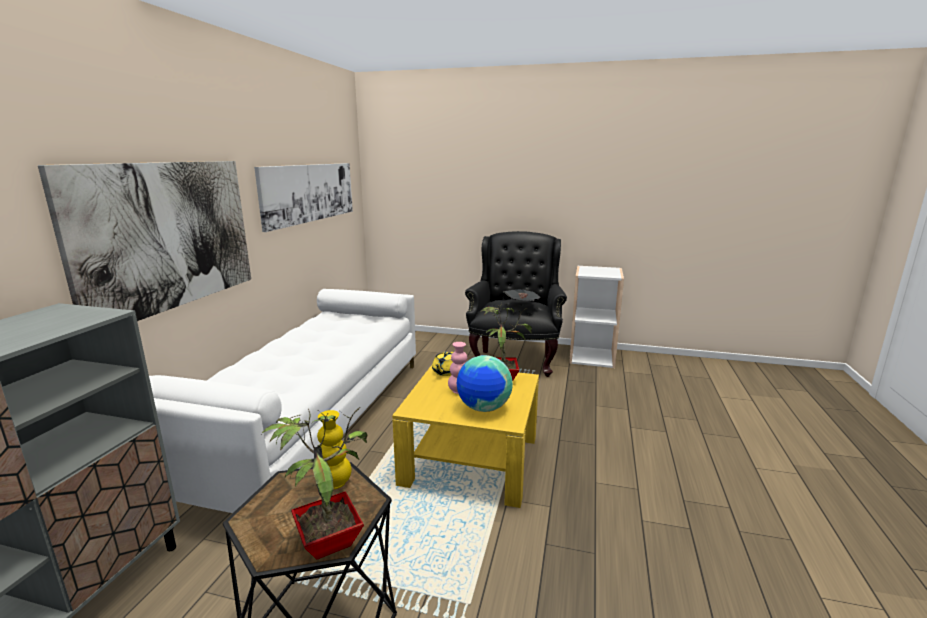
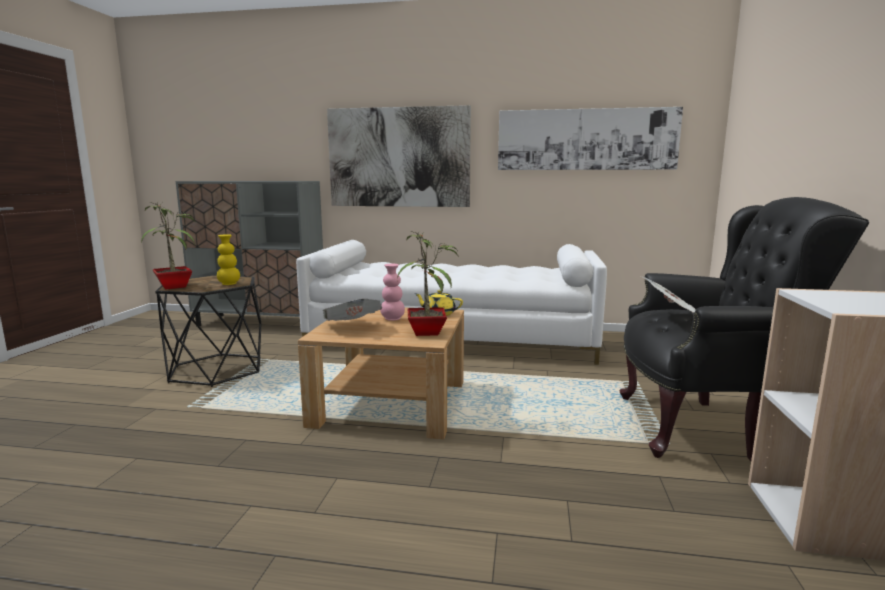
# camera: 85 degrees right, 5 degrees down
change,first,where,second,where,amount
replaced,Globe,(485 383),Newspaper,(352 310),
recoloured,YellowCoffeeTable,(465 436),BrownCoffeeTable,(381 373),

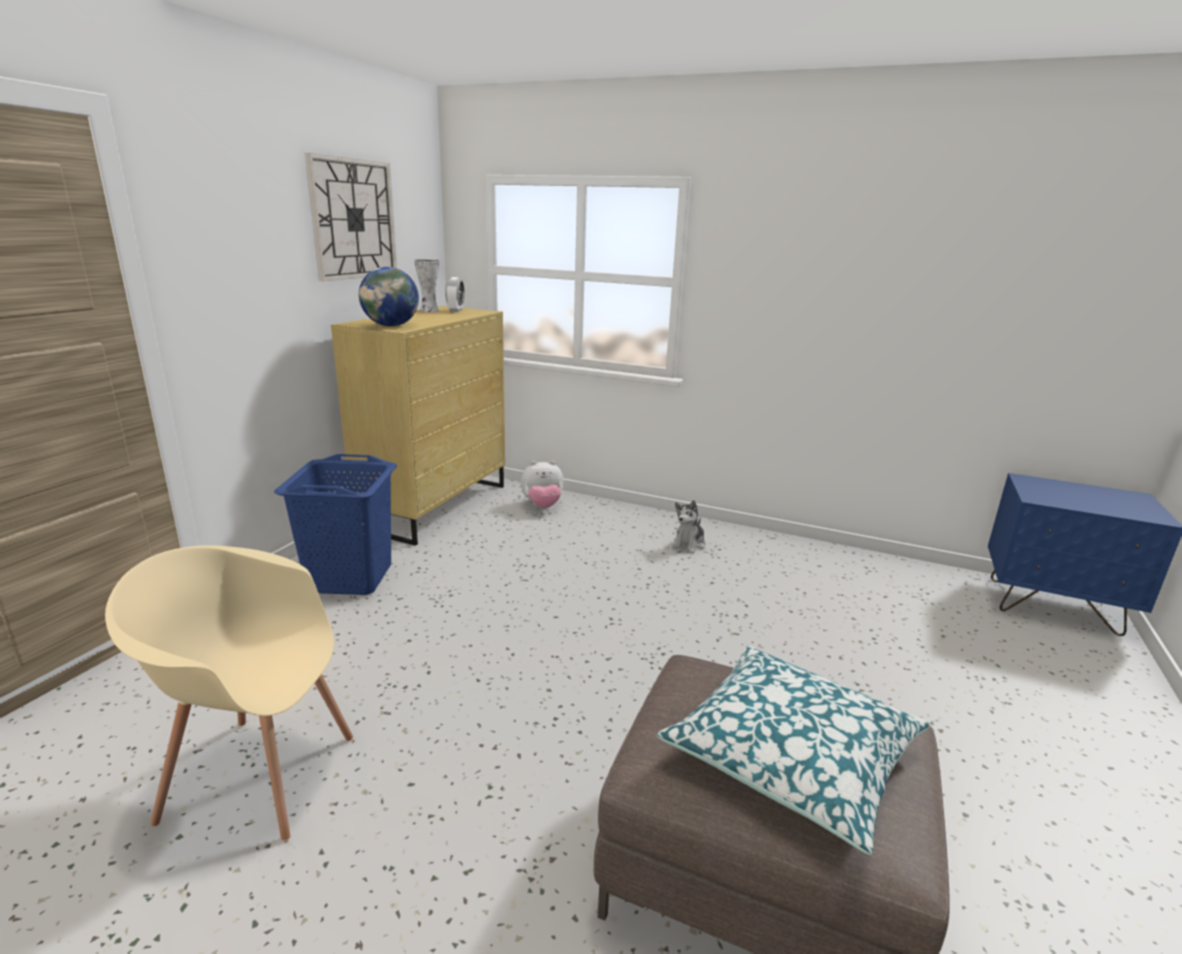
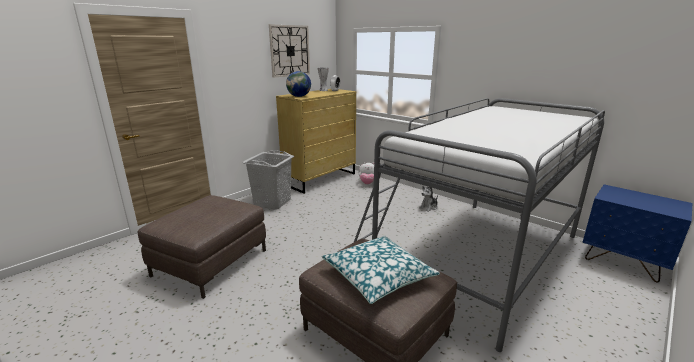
# camera: 20 degrees right, 0 degrees up
change,first,where,second,where,amount
added,,,GreyBed,(479 225),
replaced,BeigeChair,(229 693),BrownOttoman,(201 247),
recoloured,BlueLaundryBasket,(335 524),GreyLaundryBasket,(268 180),

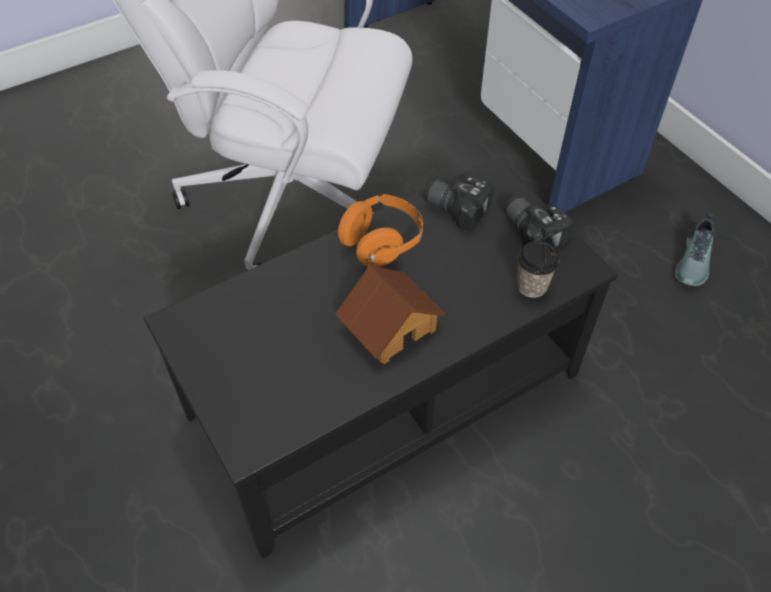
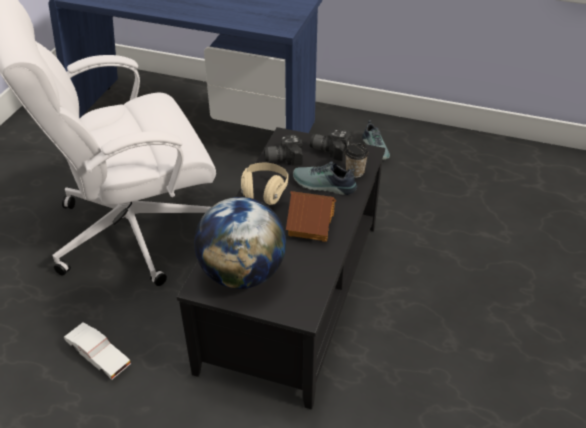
# camera: 40 degrees left, 10 degrees down
change,first,where,second,where,amount
added,,,WhiteToyCar,(97 351),
added,,,Globe,(240 243),
added,,,Shoe,(325 178),
recoloured,OrangeHeadphones,(380 230),BeigeHeadphones,(265 184),

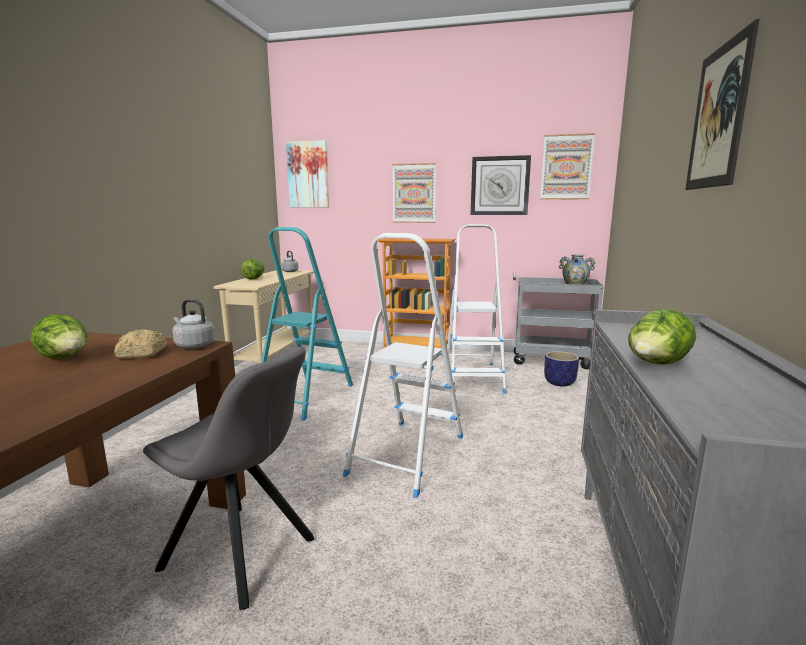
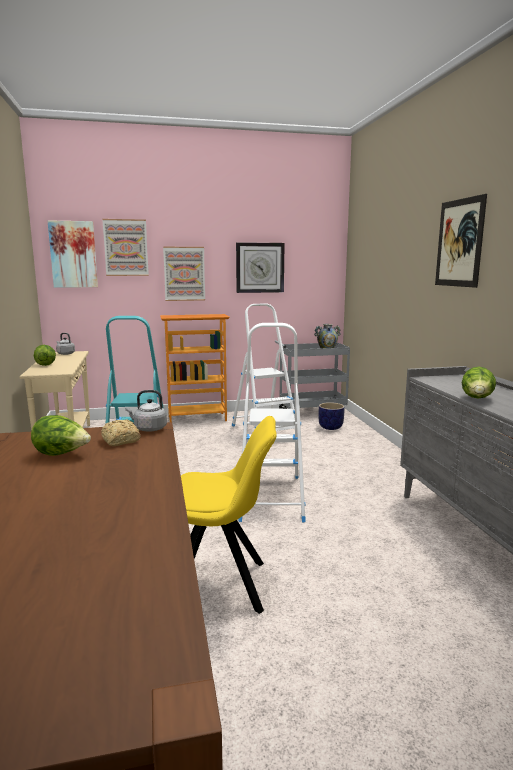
# camera: 25 degrees left, 0 degrees up
change,first,where,second,where,amount
moved,Picture,(567 166),,(125 247),
recoloured,GreyChair,(228 478),YellowChair,(229 515),

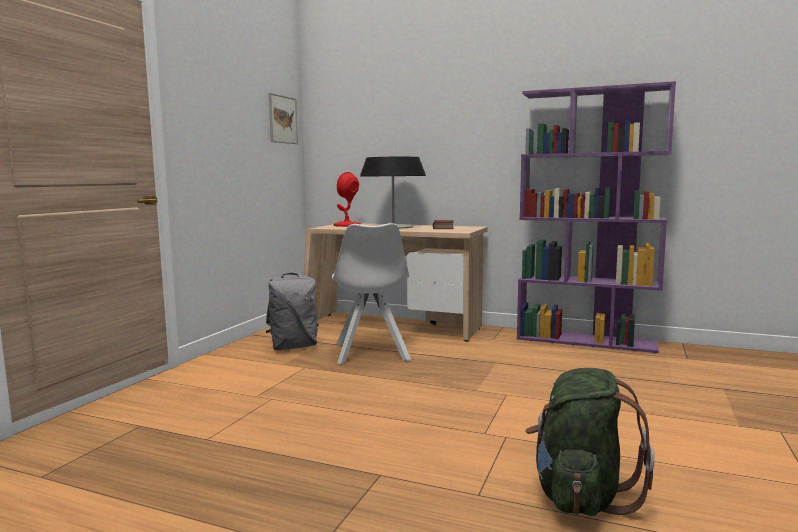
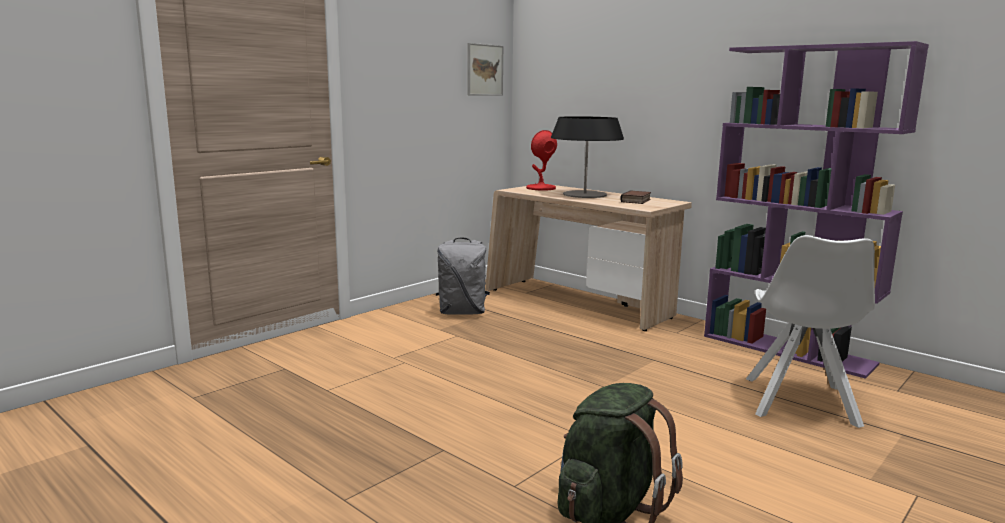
# camera: 20 degrees right, 5 degrees up
change,first,where,second,where,amount
moved,WhiteChair,(371 293),,(810 331),

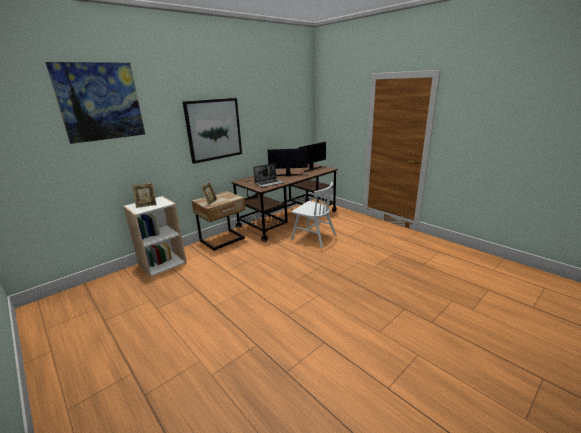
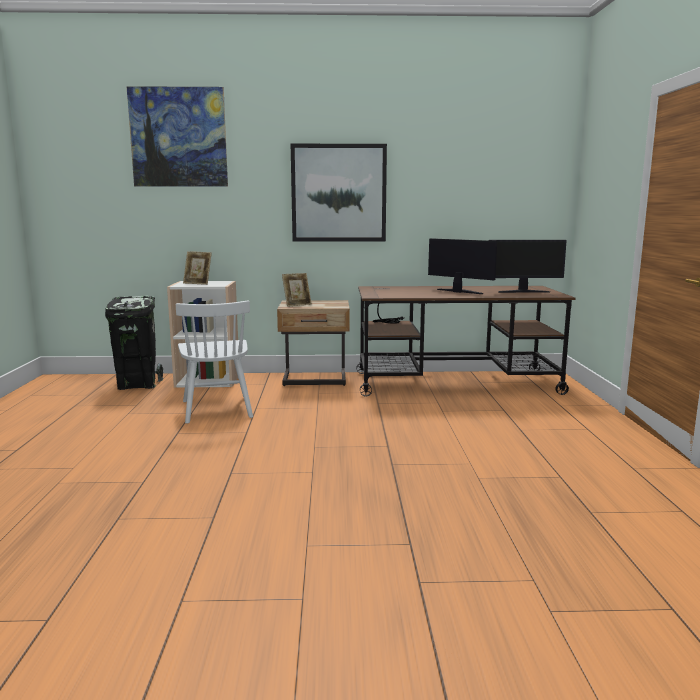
# camera: 40 degrees right, 10 degrees down
change,first,where,second,where,amount
removed,Laptop,(268 175),,,
added,,,BlackTrashCan,(134 343),
moved,WhiteChair,(313 215),,(214 362),

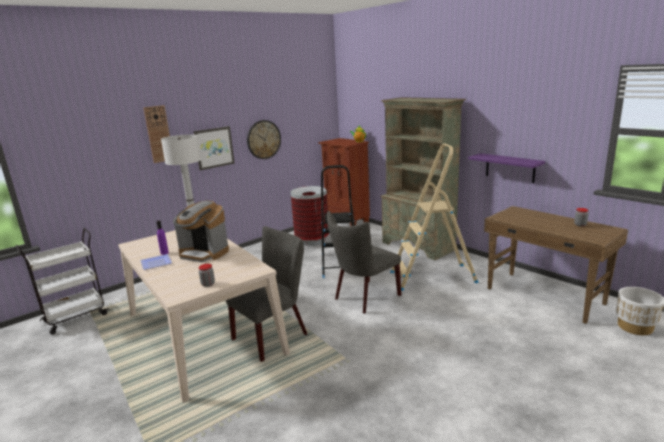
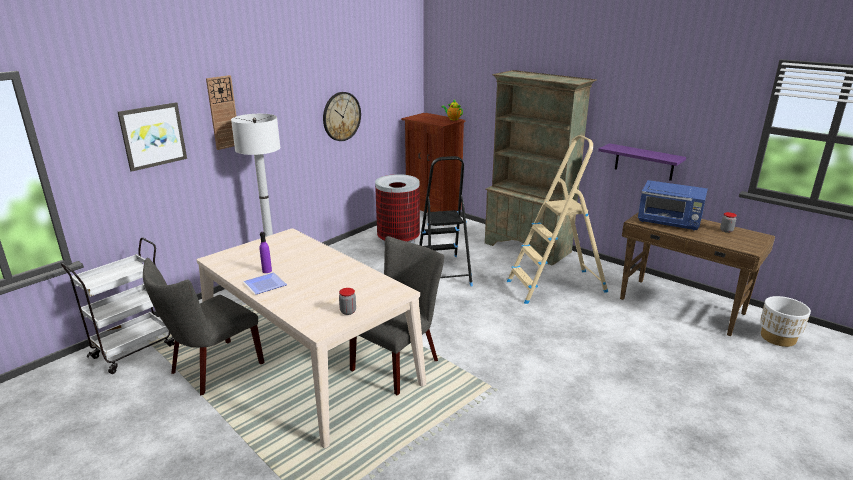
# camera: 10 degrees left, 5 degrees up
change,first,where,second,where,amount
removed,CoffeeMachine,(201 231),,,
added,,,BlueMicrowave,(673 205),
moved,Picture,(214 148),,(152 137),
moved,GreyChair,(364 262),,(204 327),

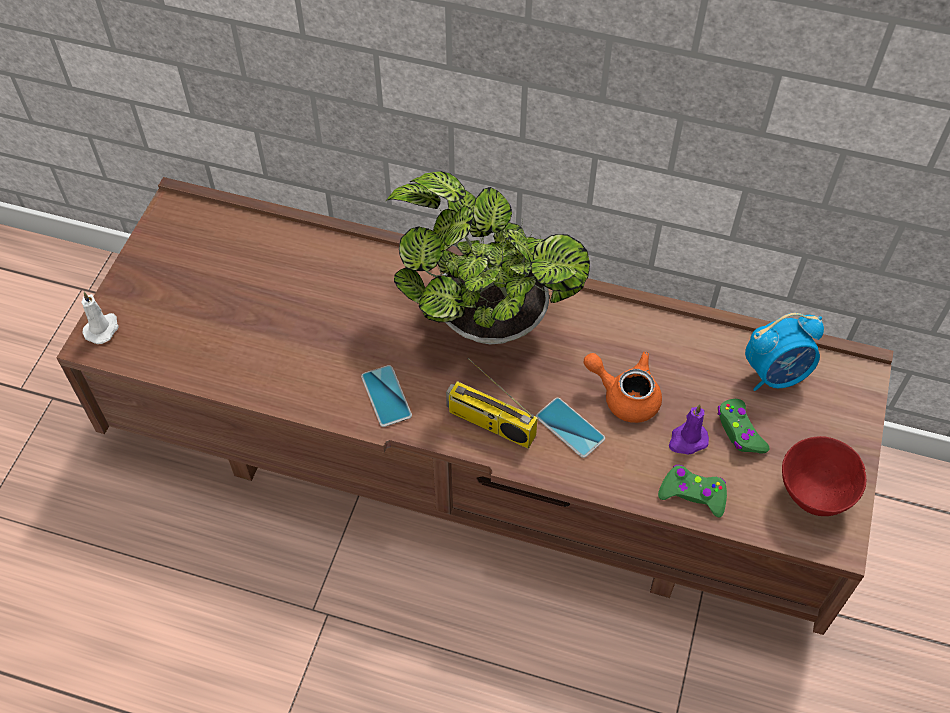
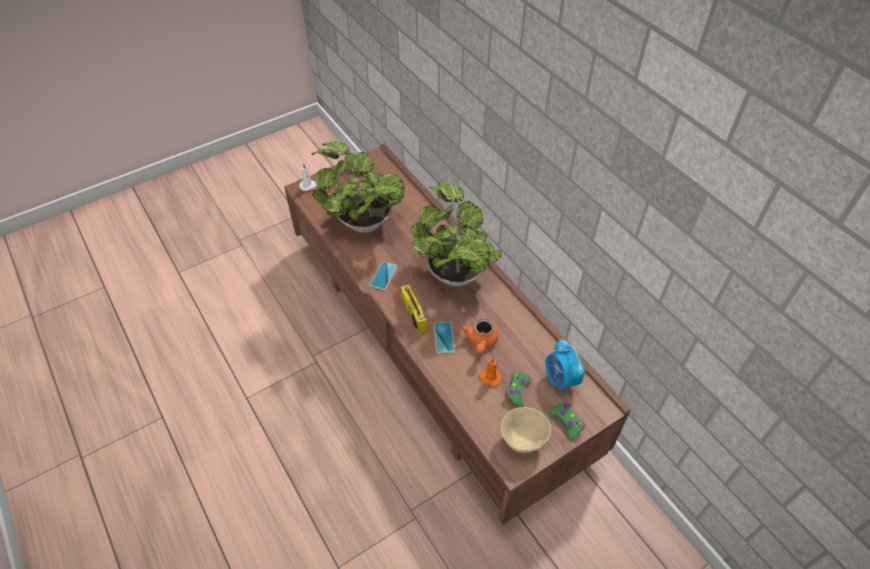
# camera: 40 degrees right, 5 degrees down
change,first,where,second,where,amount
added,,,PottedPlant,(358 187),
moved,GreenGameController,(692 491),,(567 421),
recoloured,PurpleCandle,(689 429),OrangeCandle,(490 372),
recoloured,RedBowl,(824 476),BeigeBowl,(526 430),
turned,OrangeTeapot,(623 387),,(480 336),150 degrees counterclockwise
turned,AlarmClock,(784 352),,(565 367),45 degrees clockwise

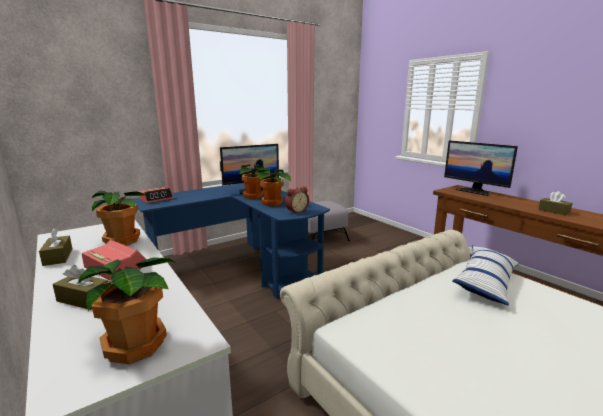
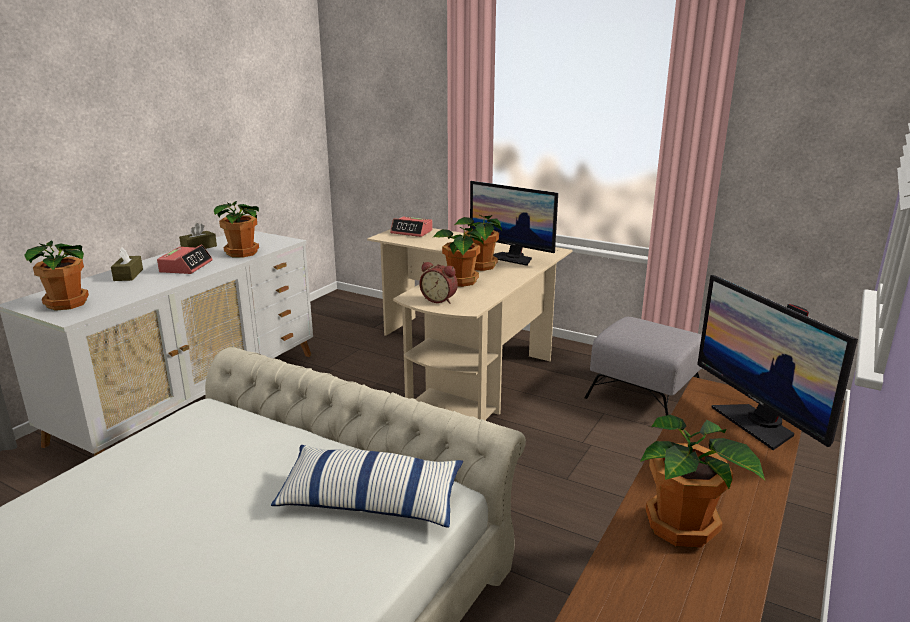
# camera: 65 degrees right, 5 degrees up
change,first,where,second,where,amount
replaced,BrownTissueBox,(555 203),PottedPlant,(702 481),
recoloured,BlueDesk,(231 241),BeigeDesk,(469 324),
turned,Monitor,(481 168),,(777 362),45 degrees counterclockwise

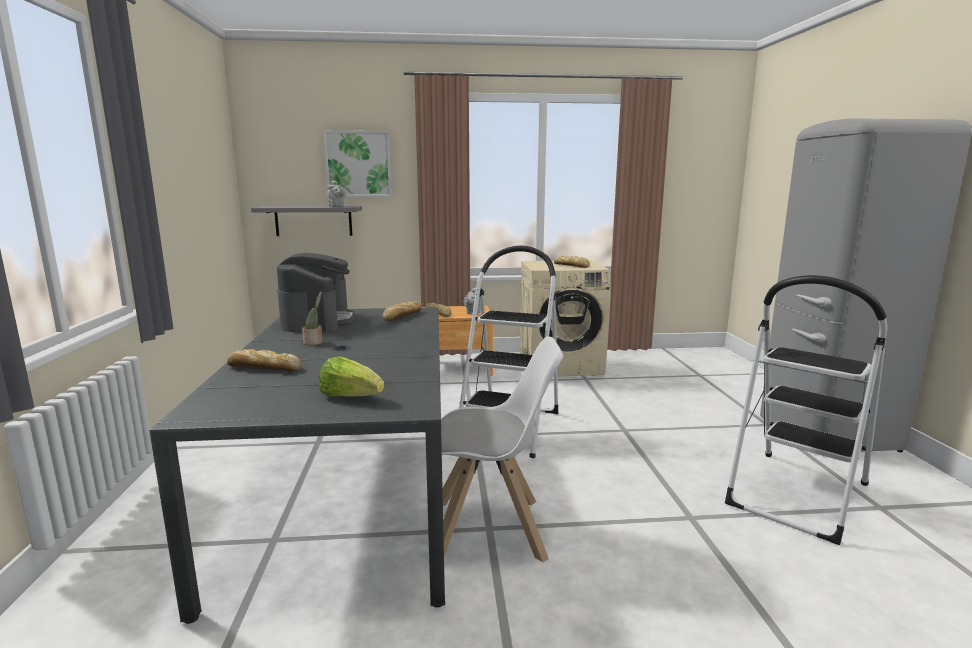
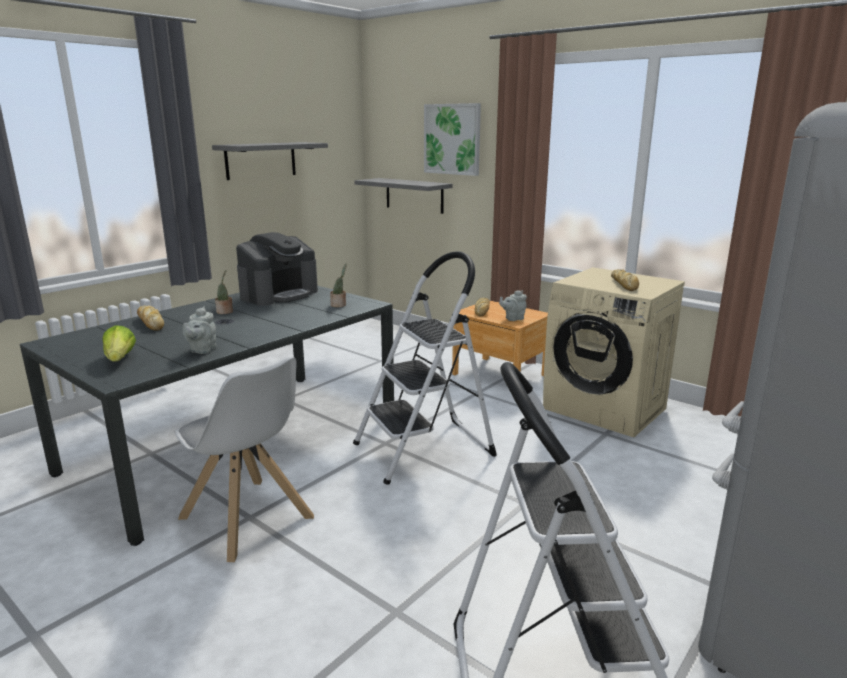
# camera: 45 degrees right, 5 degrees up
change,first,where,second,where,amount
added,,,GreyShelf,(270 161),
moved,GreyTeapot,(336 194),,(199 330),
replaced,Bread,(402 311),PottedPlant,(338 285),

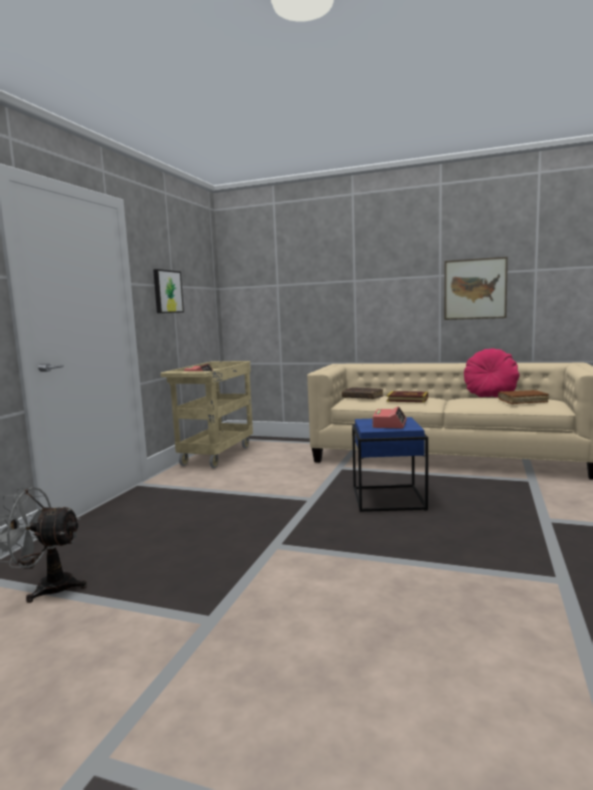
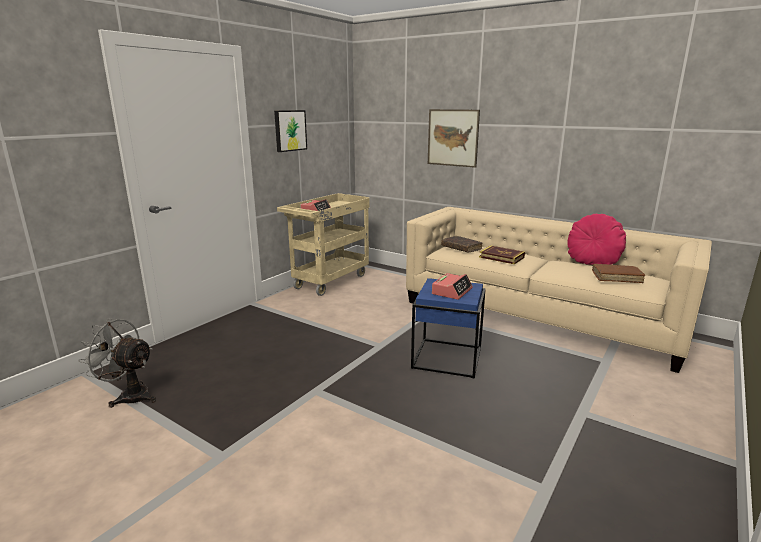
# camera: 15 degrees right, 10 degrees up
change,first,where,second,where,amount
moved,Picture,(476 288),,(454 138),

